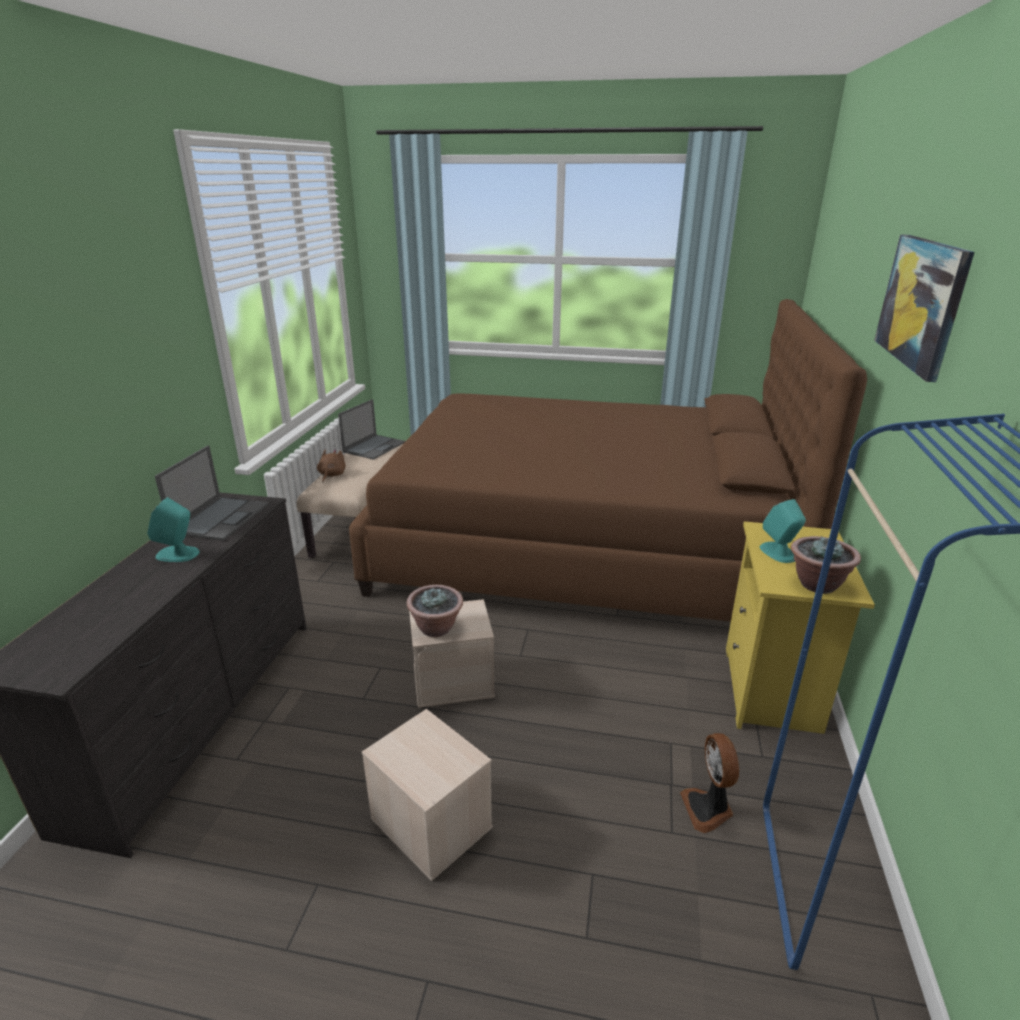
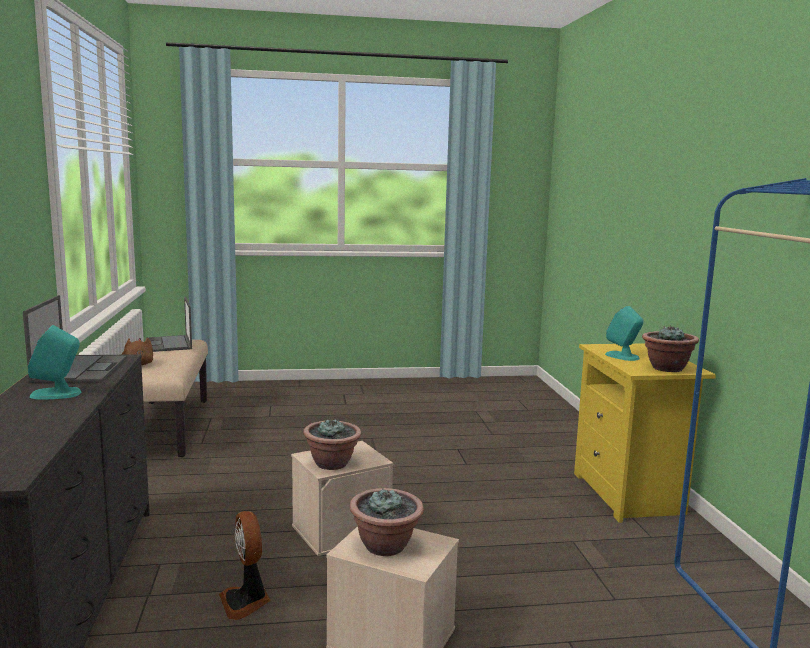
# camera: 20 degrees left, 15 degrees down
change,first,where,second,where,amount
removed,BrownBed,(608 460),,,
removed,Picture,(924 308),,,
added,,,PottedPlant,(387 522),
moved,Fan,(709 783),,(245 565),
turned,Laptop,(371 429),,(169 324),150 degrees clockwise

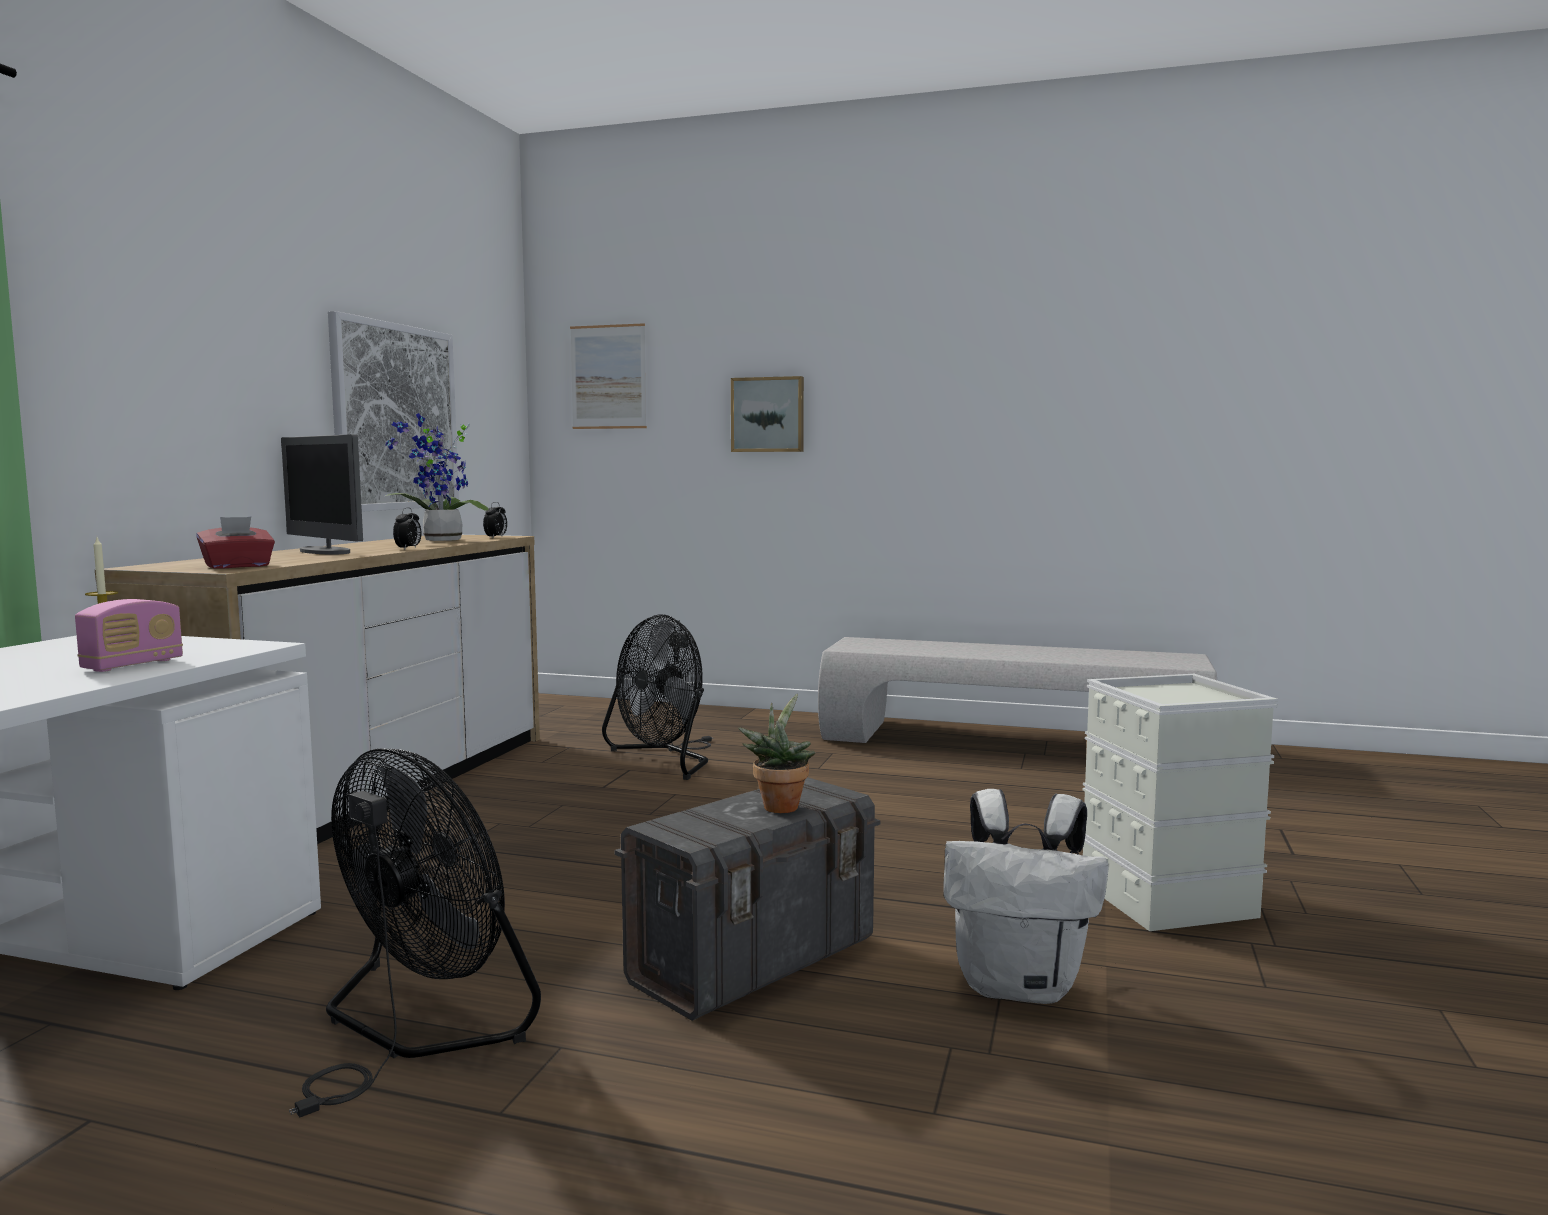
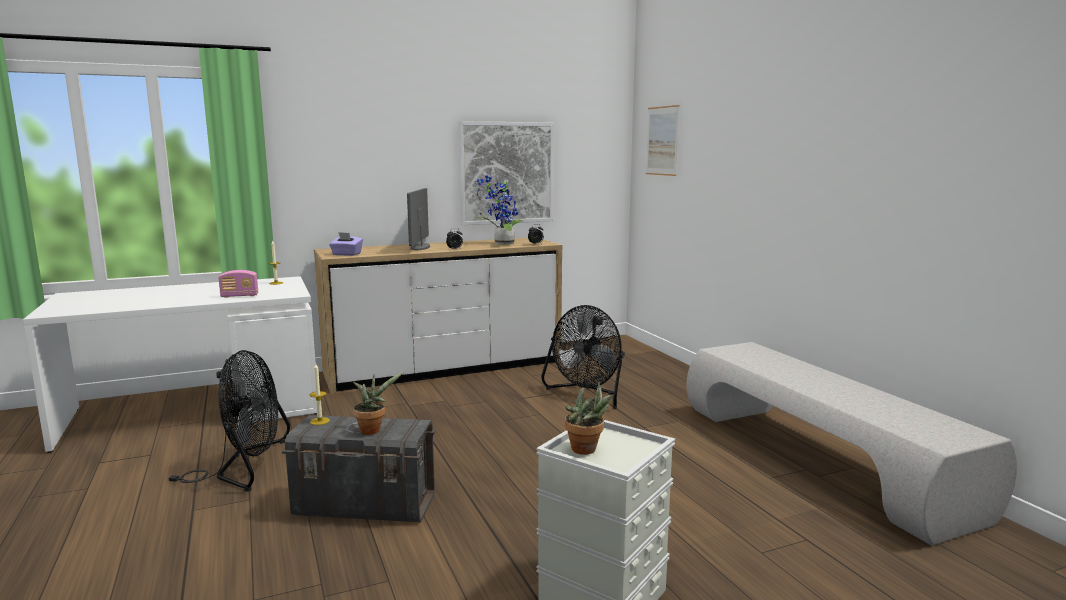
# camera: 50 degrees right, 5 degrees up
change,first,where,second,where,amount
removed,Picture,(767 414),,,
removed,WhiteBackpack,(1026 896),,,
added,,,Candle,(320 394),
added,,,PottedPlant,(588 418),
recoloured,RedTissueBox,(235 543),PurpleTissueBox,(346 244),
turned,BlackFan,(657 697),,(583 357),60 degrees counterclockwise

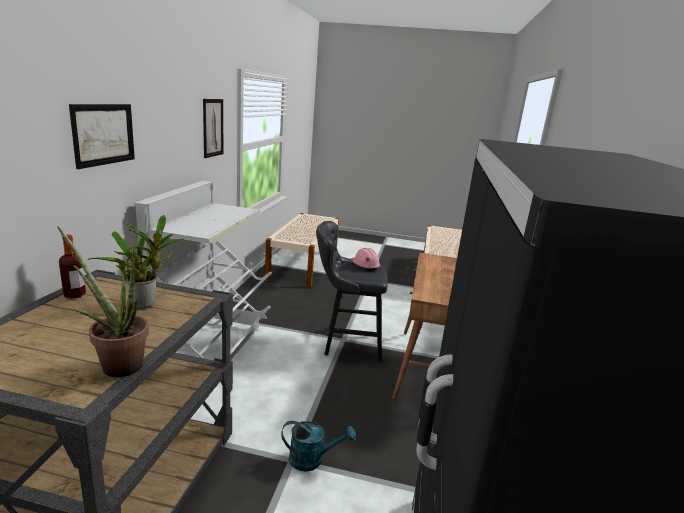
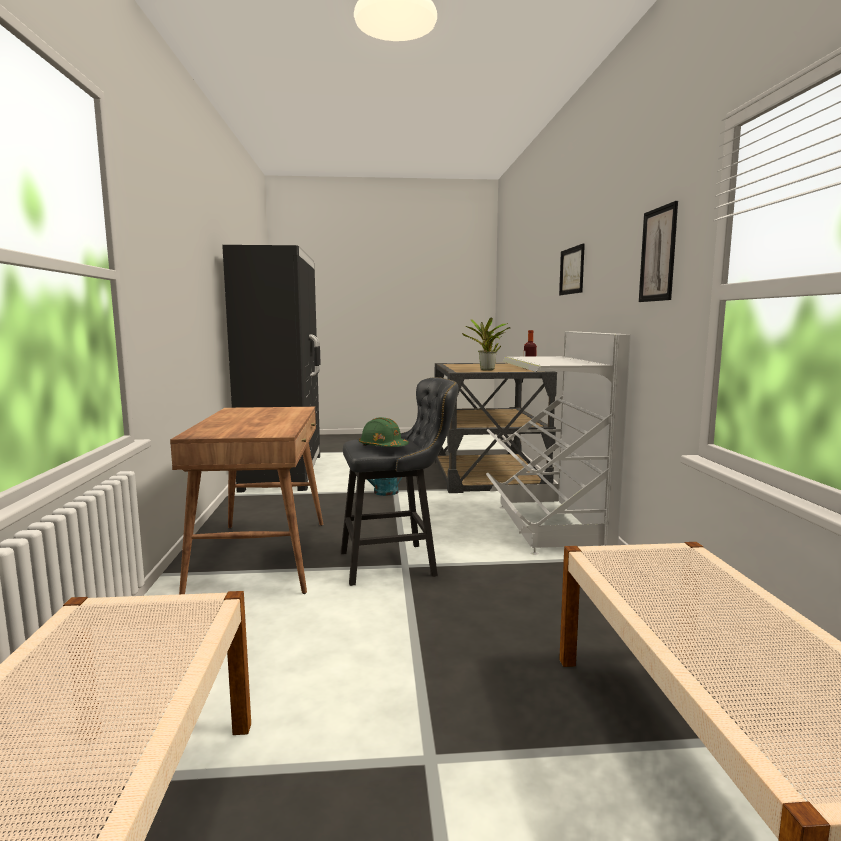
# camera: 165 degrees right, 10 degrees down
change,first,where,second,where,amount
removed,PottedPlant,(103 302),,,
recoloured,PinkHardHat,(365 259),GreenHardHat,(384 432),

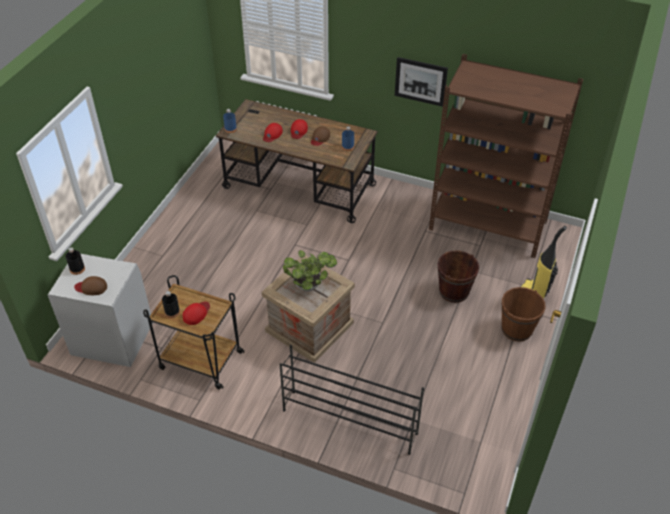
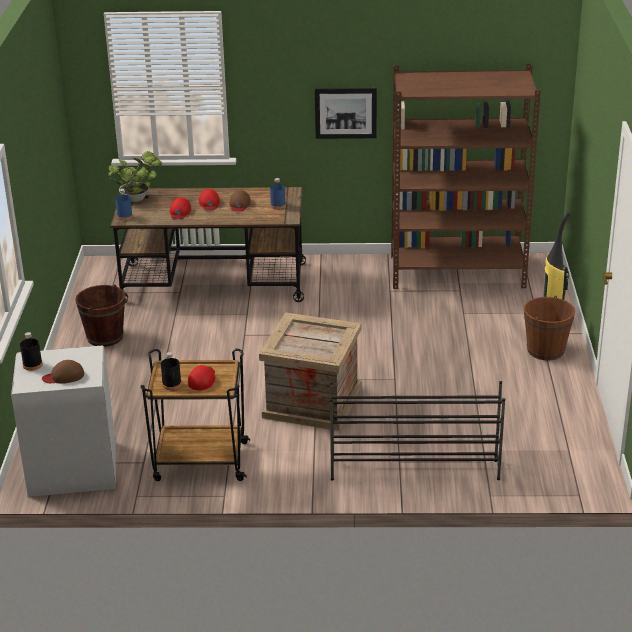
# camera: 20 degrees left, 15 degrees down
change,first,where,second,where,amount
moved,PottedPlant,(310 270),,(135 176),
moved,BrownBucket,(458 277),,(100 315),

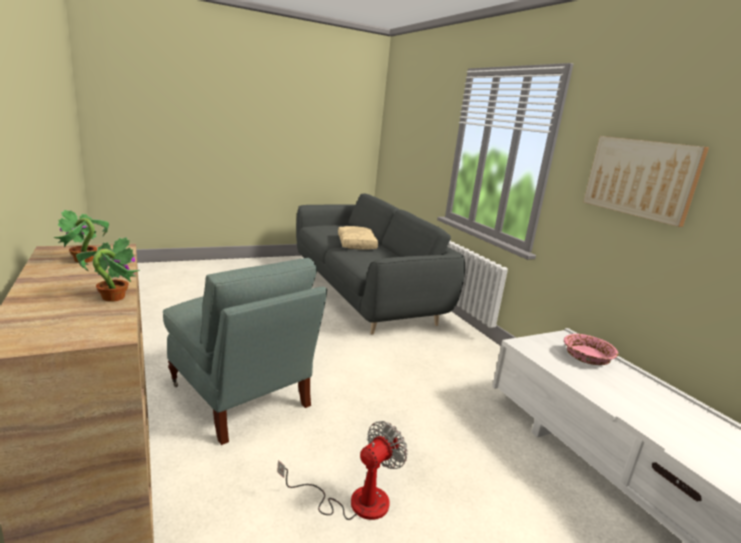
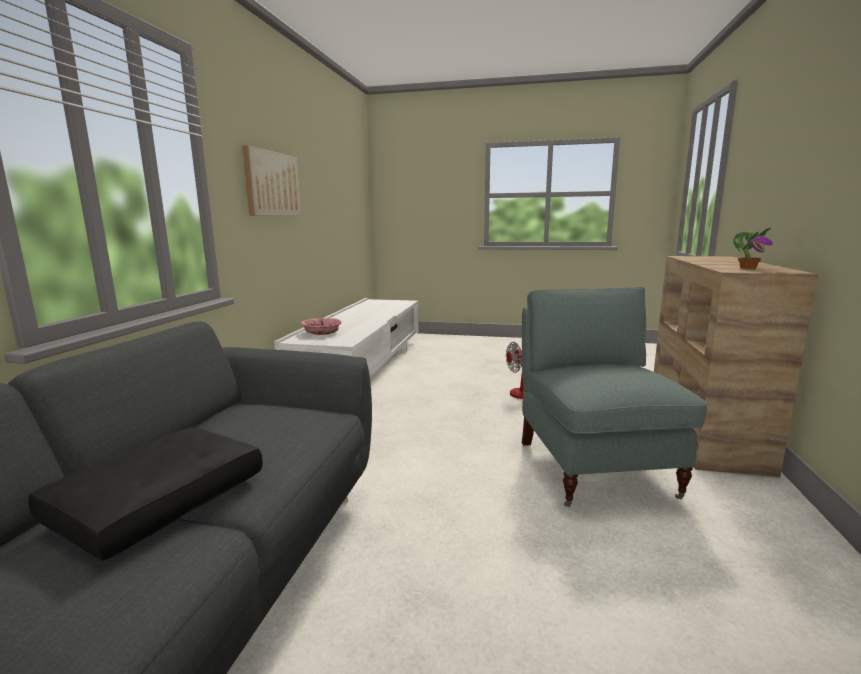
# camera: 140 degrees left, 5 degrees down
change,first,where,second,where,amount
removed,PottedPlant,(108 269),,,
recoloured,BeigePillow,(358 238),BlackPillow,(145 494),

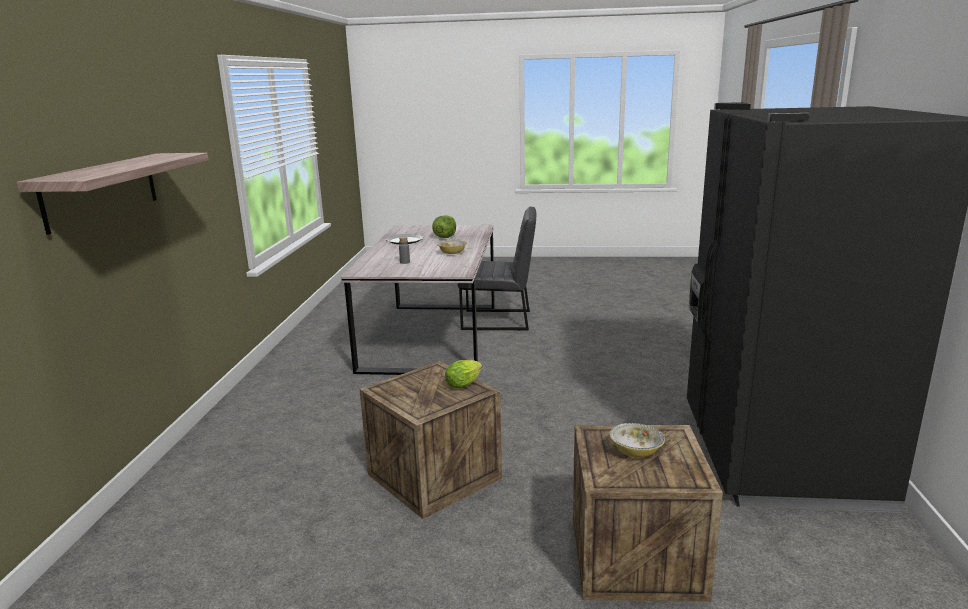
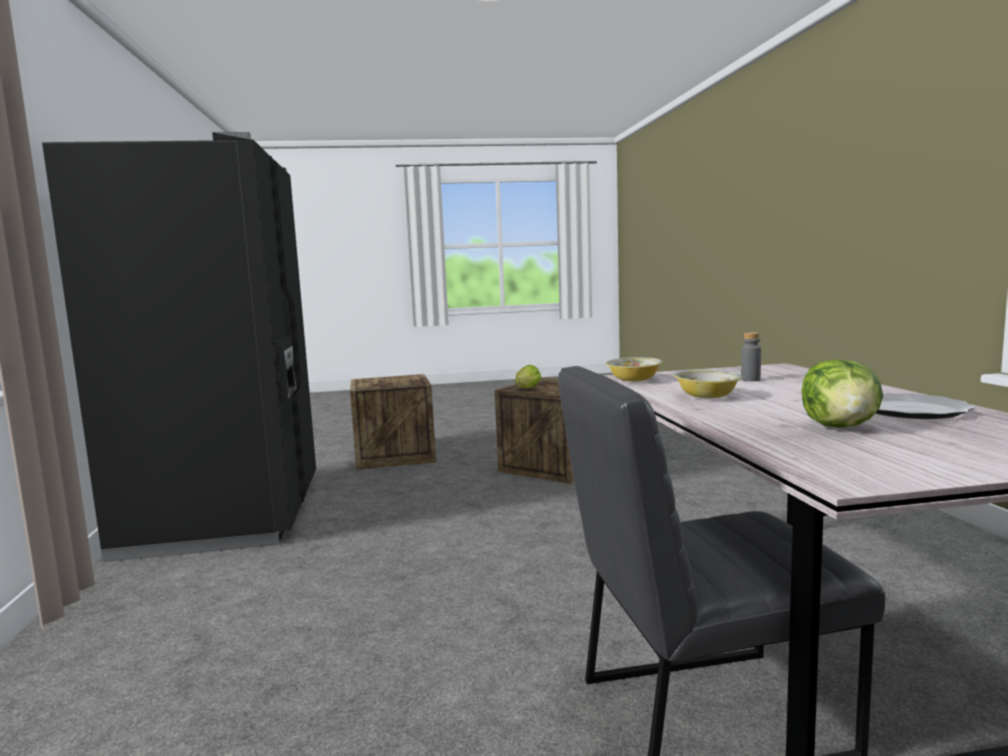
# camera: 165 degrees right, 10 degrees down
change,first,where,second,where,amount
removed,Shelf,(113 194),,,
moved,Bowl,(637 440),,(634 369),

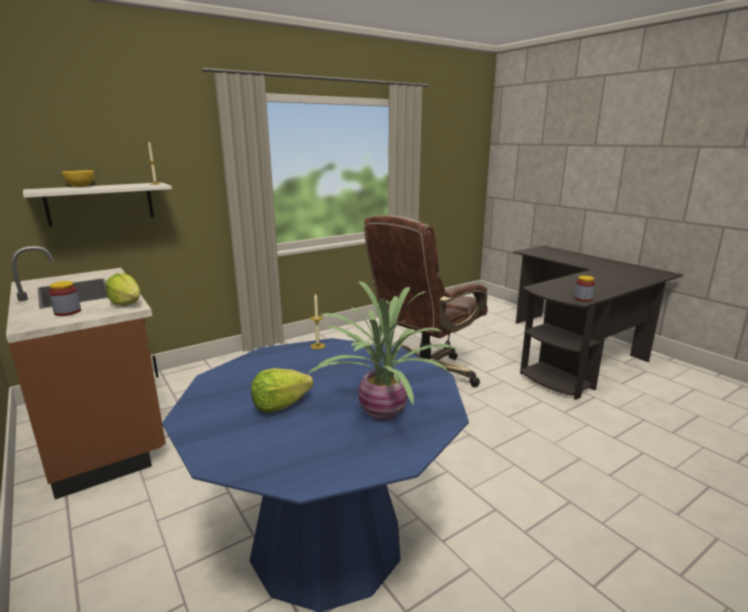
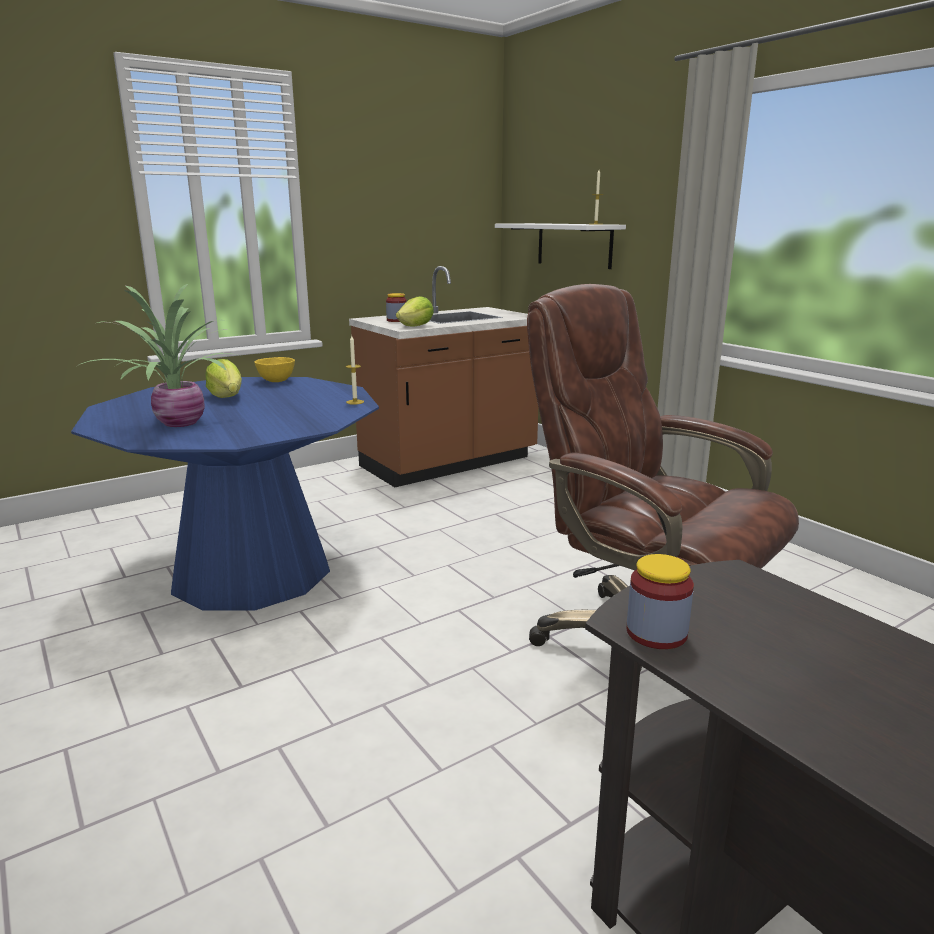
# camera: 90 degrees right, 0 degrees up
change,first,where,second,where,amount
moved,YellowBowl,(77 178),,(274 369),

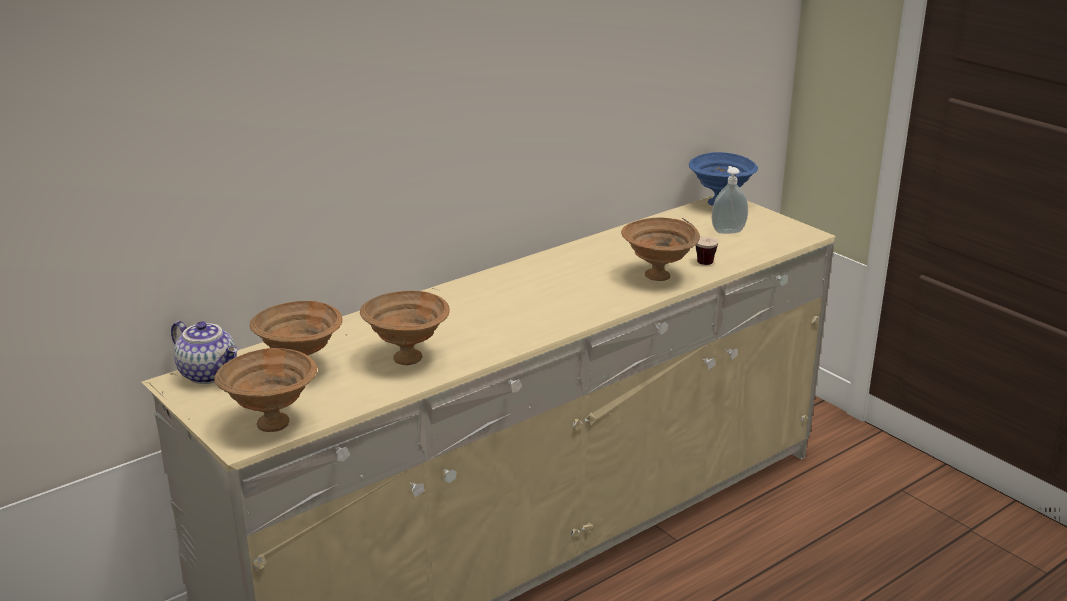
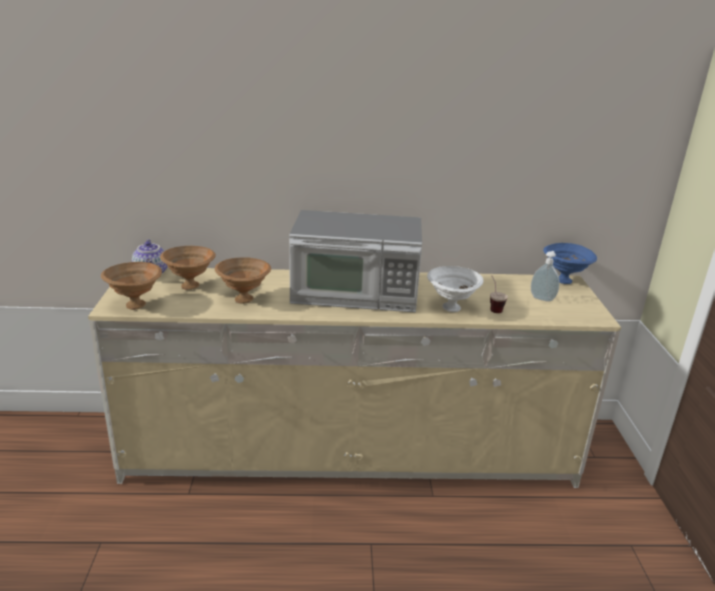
# camera: 35 degrees right, 0 degrees up
change,first,where,second,where,amount
added,,,Microwave,(355 261),
recoloured,BrownBowl,(660 249),WhiteBowl,(455 289),

